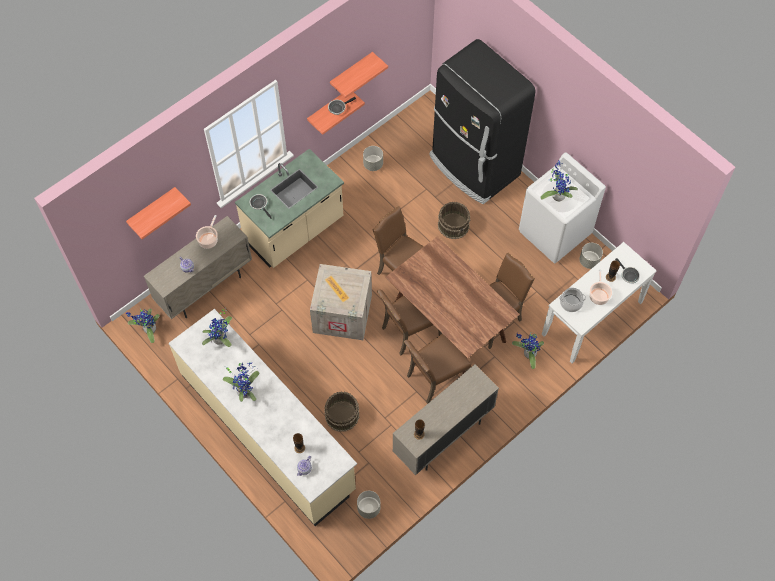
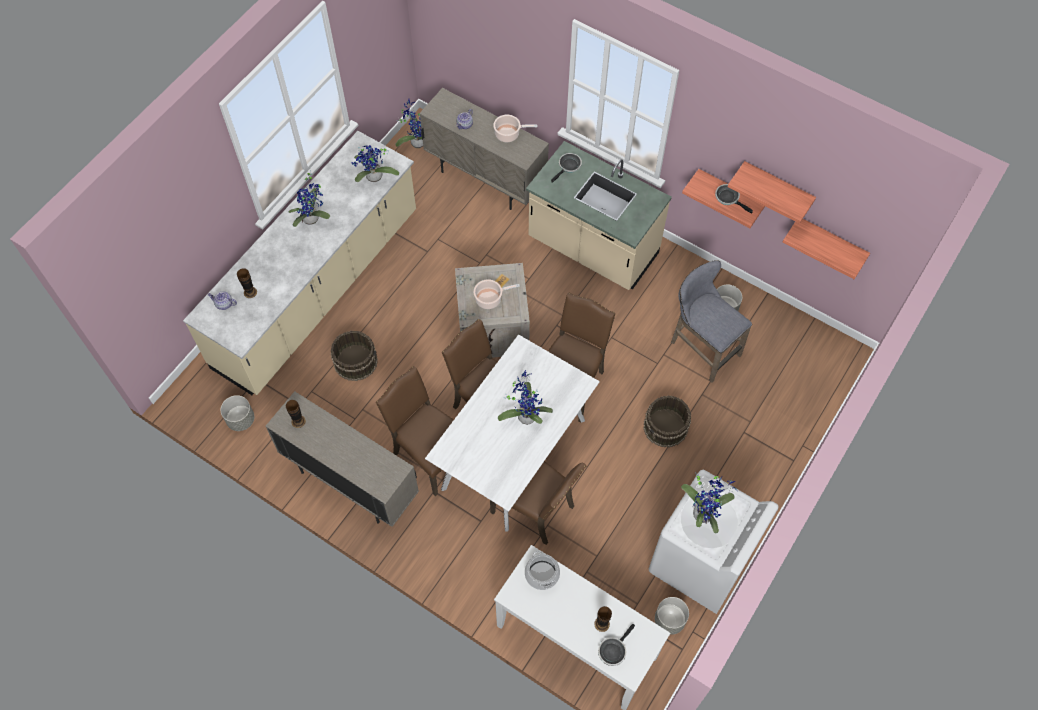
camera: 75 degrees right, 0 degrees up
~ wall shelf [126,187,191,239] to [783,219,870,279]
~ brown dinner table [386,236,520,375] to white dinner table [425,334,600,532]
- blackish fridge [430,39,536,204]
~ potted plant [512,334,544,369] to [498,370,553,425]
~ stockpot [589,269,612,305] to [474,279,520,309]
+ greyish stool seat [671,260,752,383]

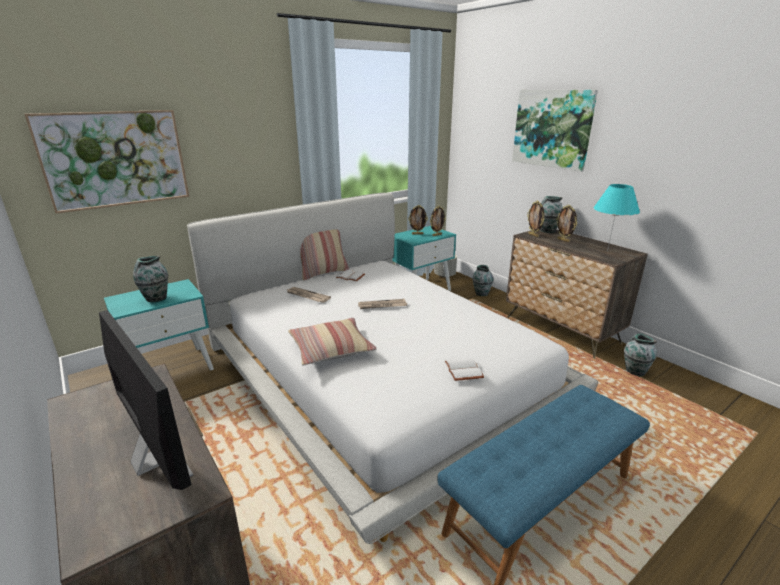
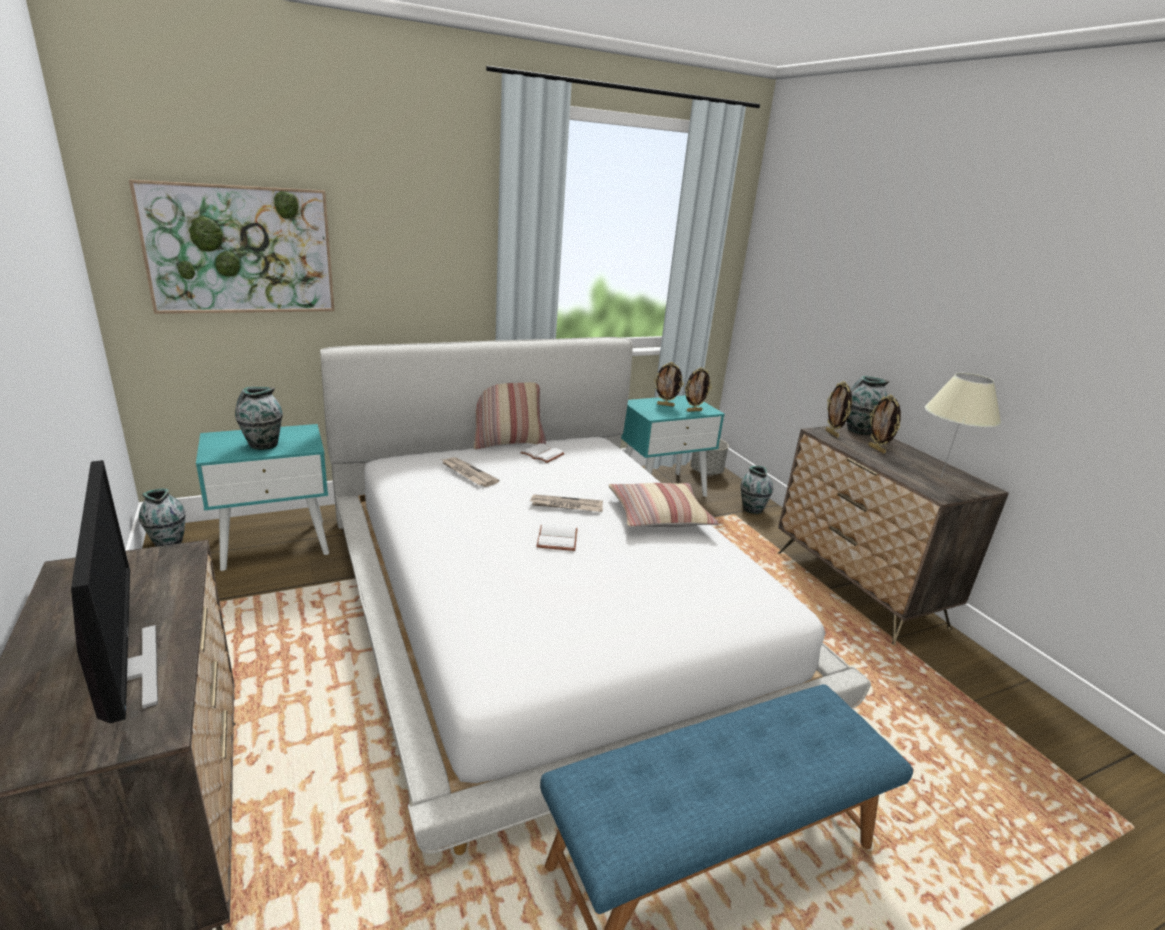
camera: 10 degrees right, 0 degrees up
~ cushion [288,318,376,366] to [609,483,719,527]
~ white bound book [445,358,484,381] to [536,524,578,551]
- picture [512,90,598,172]
~ blue-green table lamp [593,184,640,251] to sand-coloured table lamp [925,373,1001,478]
~ vase [624,333,657,377] to [139,488,186,547]

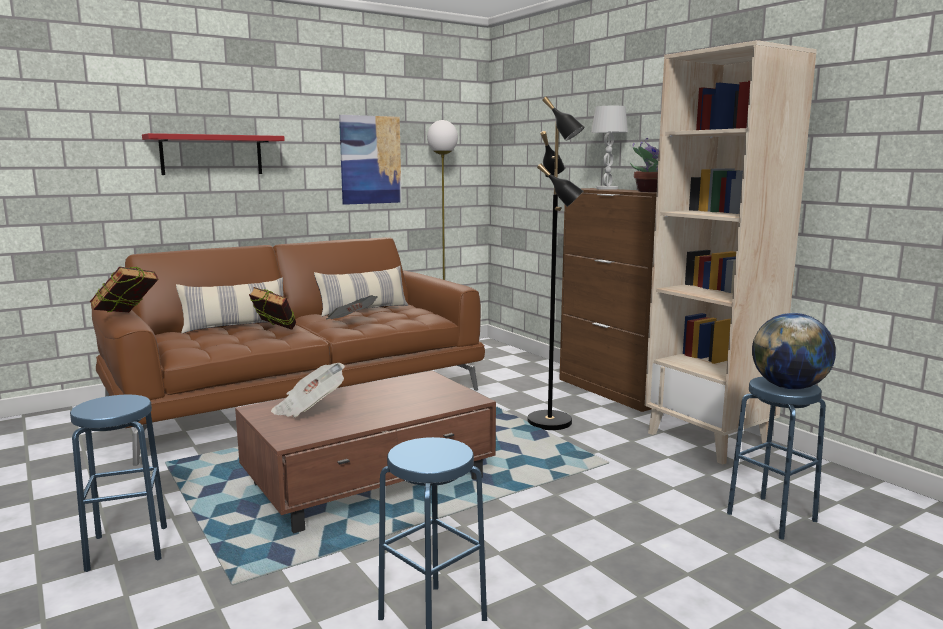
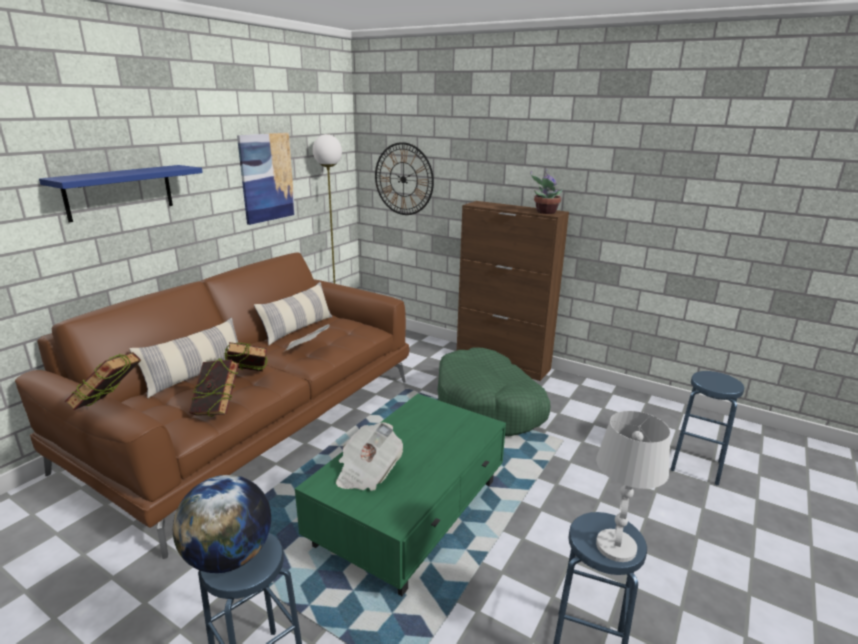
camera: 25 degrees left, 10 degrees up
~ red-coloured wall shelf [142,133,285,175] to blue wall shelf [39,165,203,222]
~ brown lounge table [235,371,496,534] to greenish lounge table [295,394,506,596]
~ blackish standing lamp [528,97,585,430] to greenish pet bed [437,347,550,436]
~ white table lamp [591,106,628,190] to [596,411,670,562]
- sand-coloured bookcase [645,40,817,465]
~ desk globe [752,313,836,389] to [173,475,271,573]
+ bound book [189,358,239,417]
+ clock on the wall [375,142,434,215]

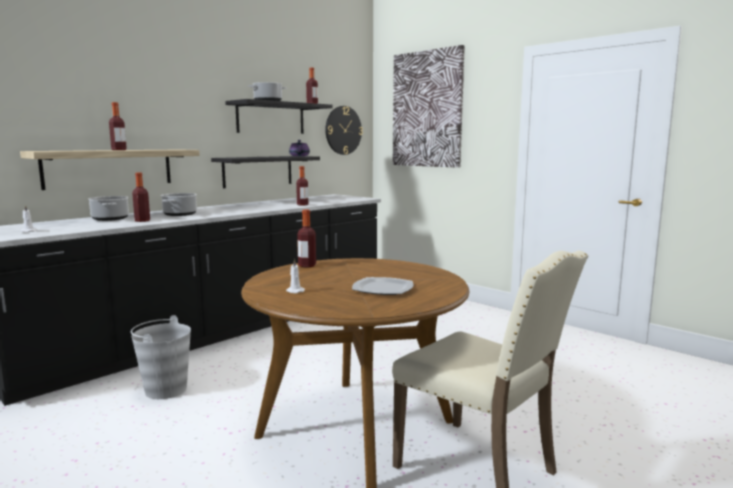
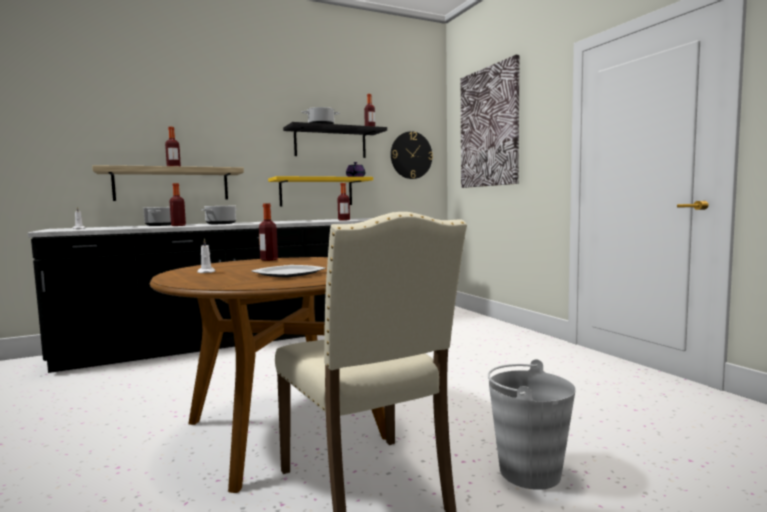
camera: 20 degrees right, 5 degrees down
~ greyish bucket [131,315,191,399] to [488,359,576,490]
~ blackish wall shelf [211,156,320,188] to yellow-coloured wall shelf [268,176,373,206]

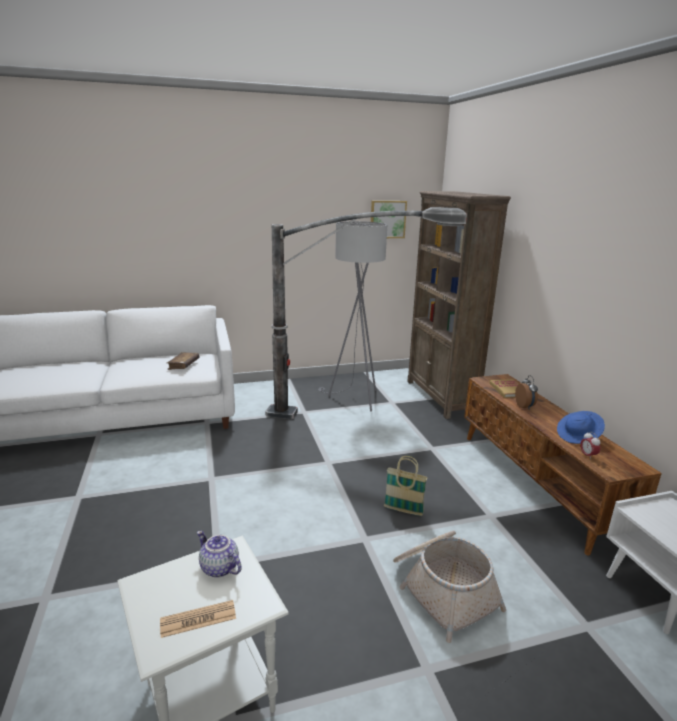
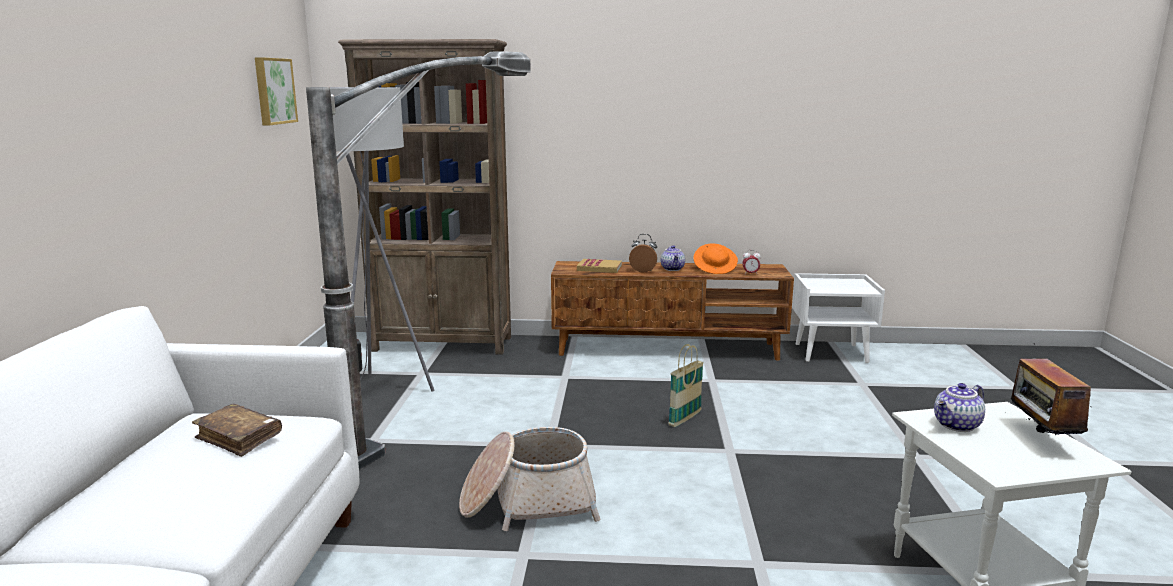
camera: 70 degrees left, 5 degrees down
~ printed paper [160,600,236,638] to radio receiver [1005,343,1091,435]
~ basket [393,531,506,643] to [459,427,601,531]
~ blue clothing hat [557,411,605,444] to orangey clothing hat [693,243,738,274]
+ teapot [661,245,685,271]

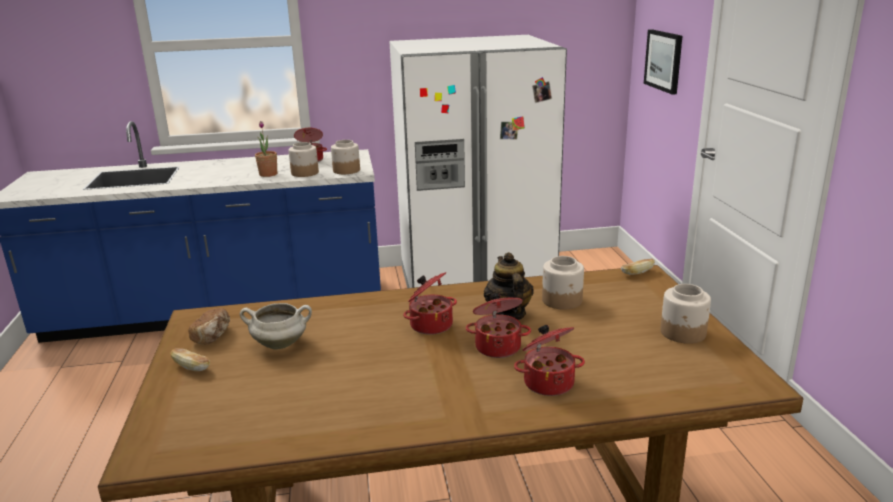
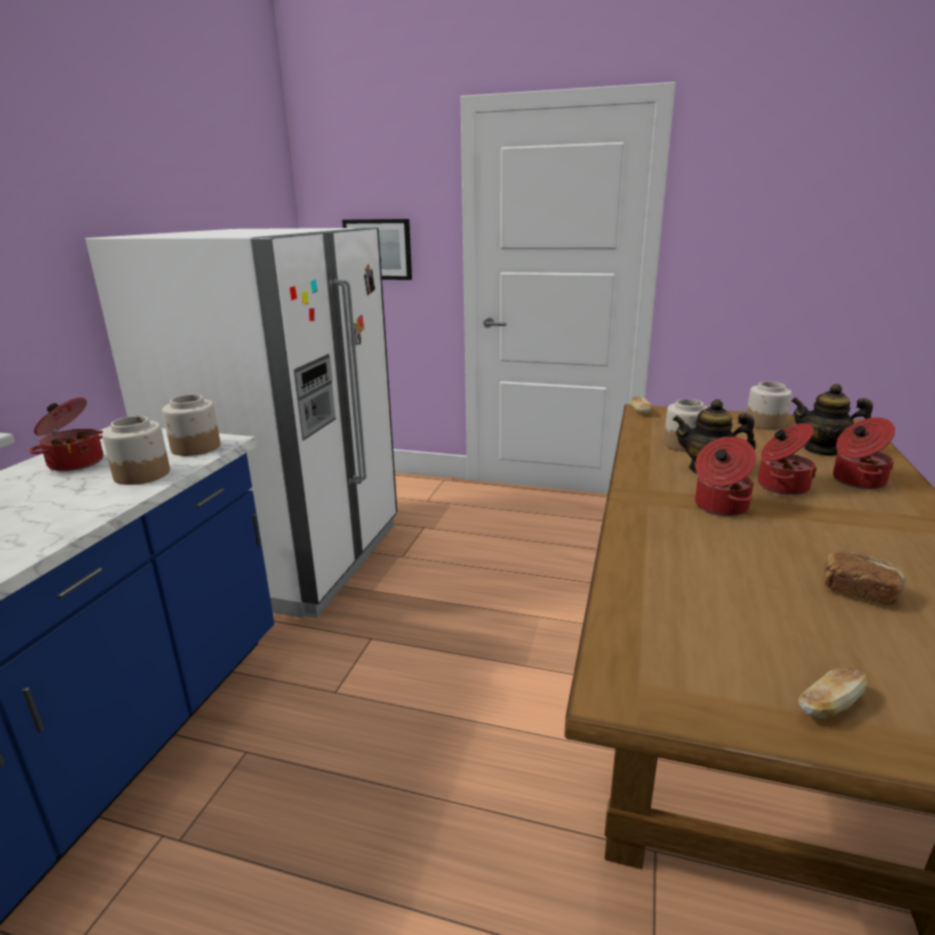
camera: 65 degrees left, 0 degrees up
~ baked bread [188,308,230,345] to [823,551,906,605]
- white stockpot [240,303,312,350]
- potted plant [255,121,277,177]
+ teapot [791,384,873,456]

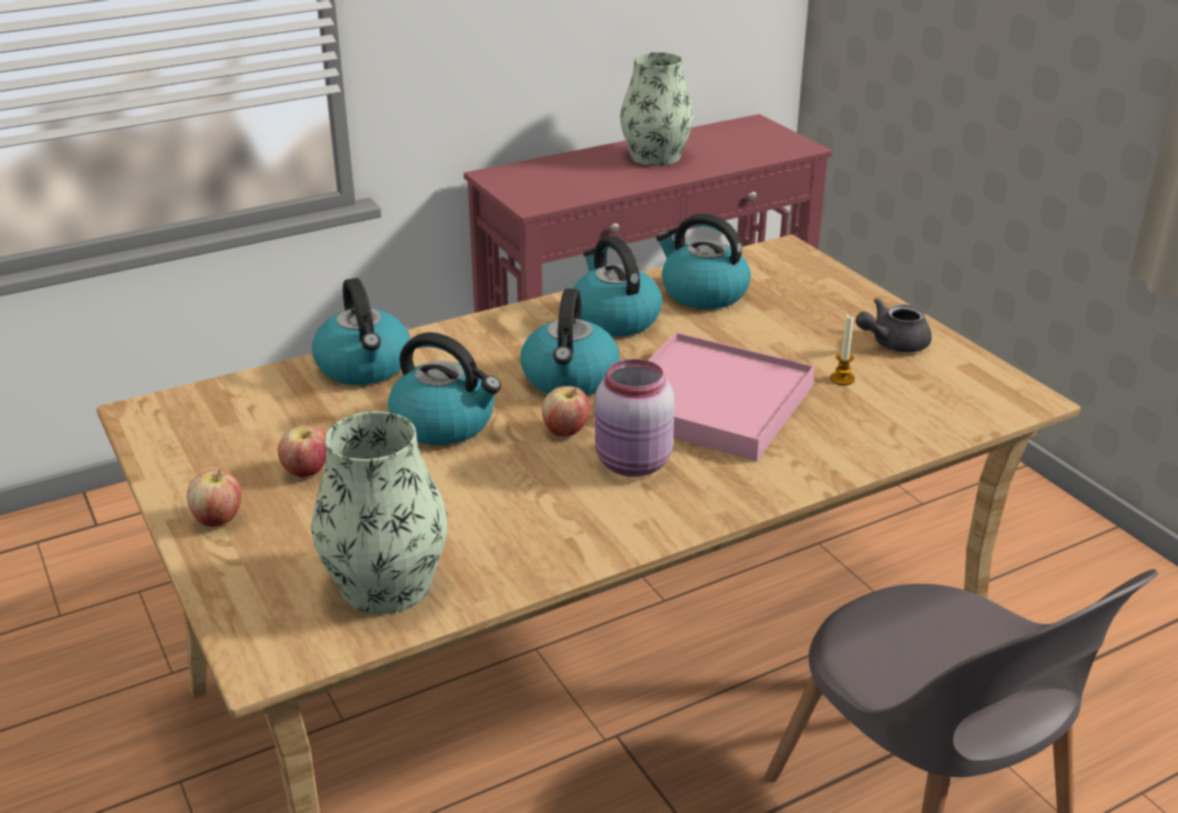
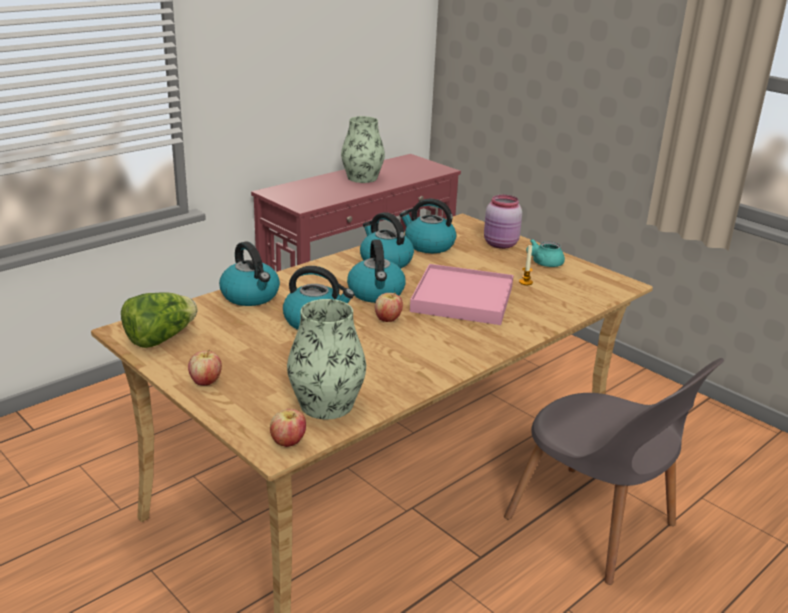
camera: 15 degrees left, 5 degrees down
~ whole apple [278,425,326,477] to [270,409,306,447]
~ pink-coloured jar [595,359,675,477] to [484,195,522,249]
~ greyish teapot [856,298,932,353] to blue-green teapot [526,239,565,267]
+ lettuce head [121,292,197,348]

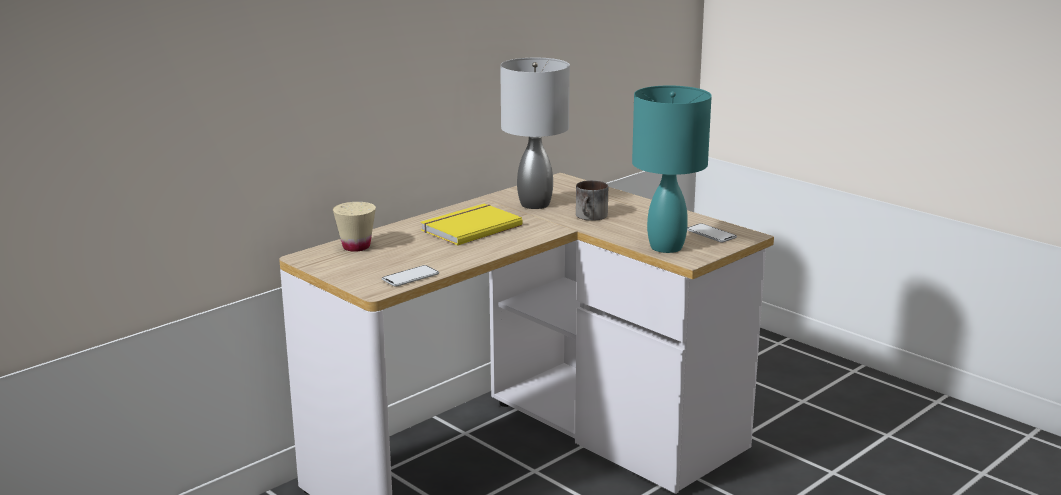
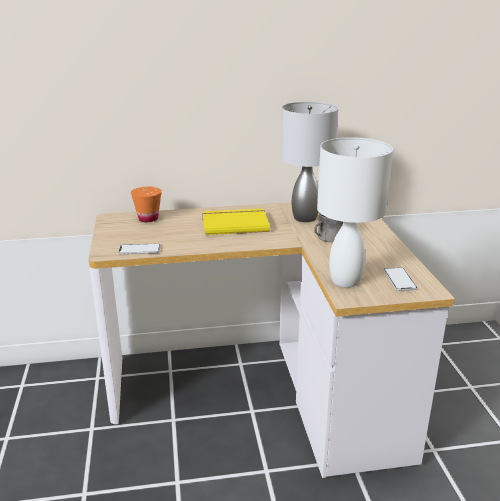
camera: 35 degrees right, 5 degrees up
~ sand-coloured drinking cup [333,202,376,252] to orangey drinking cup [131,187,162,222]
~ blue-green table lamp [632,85,712,253] to white table lamp [317,137,393,287]

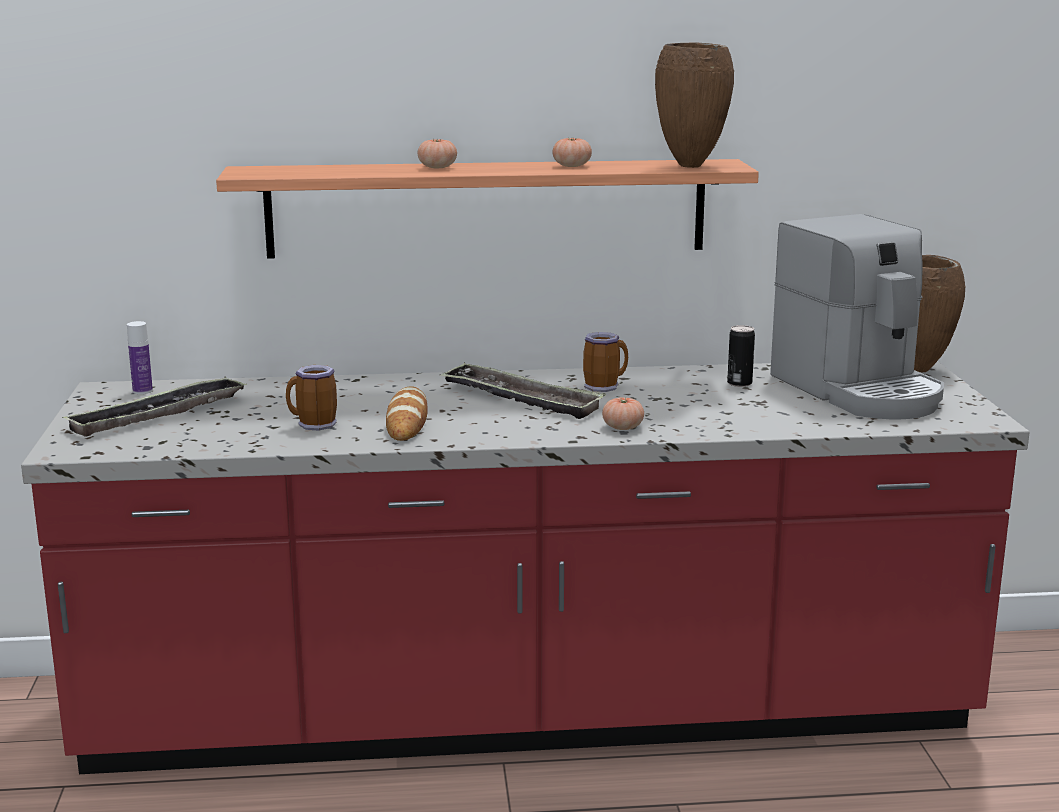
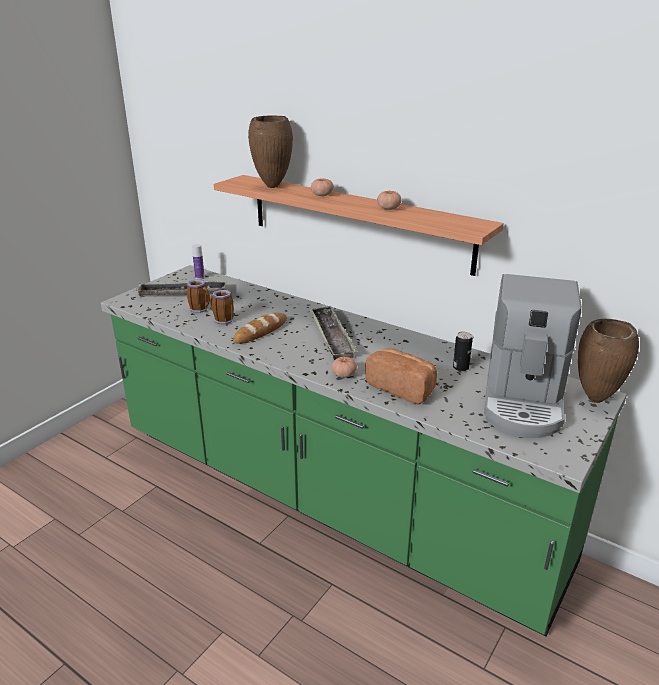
camera: 40 degrees right, 10 degrees up
~ red-coloured kitchen counter [21,361,1030,774] to greenish kitchen counter [101,265,627,637]
~ coffee mug [583,332,628,392] to [187,279,210,313]
~ brown vase [655,42,734,168] to [248,115,293,188]
+ baked bread [365,348,437,404]

